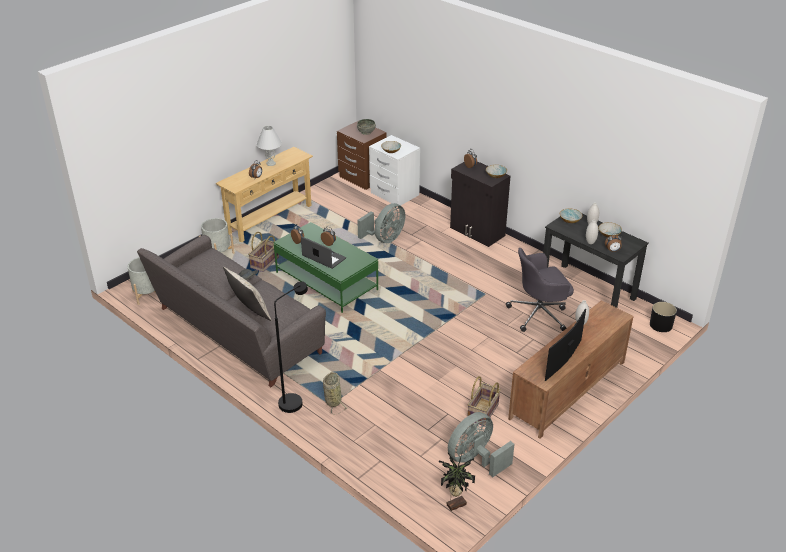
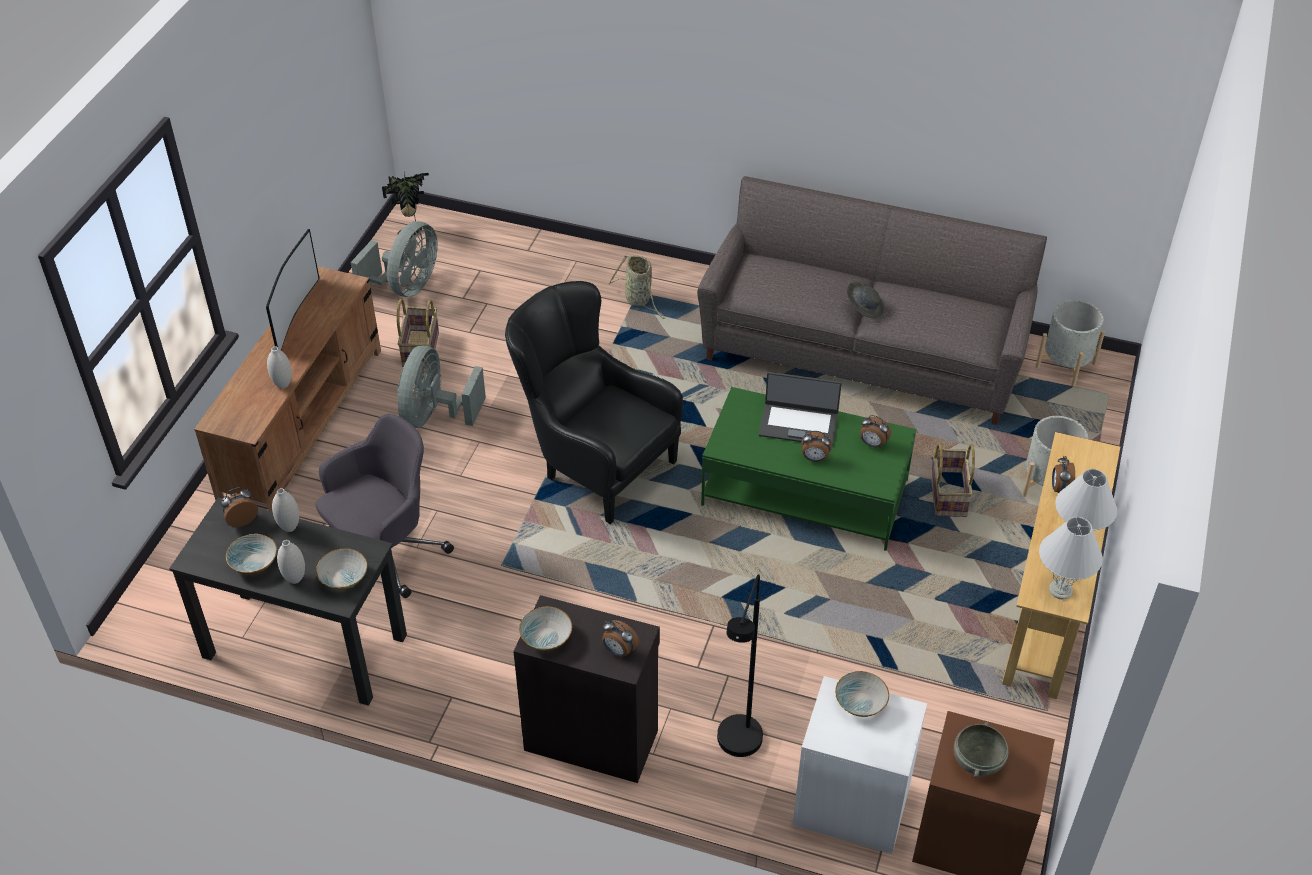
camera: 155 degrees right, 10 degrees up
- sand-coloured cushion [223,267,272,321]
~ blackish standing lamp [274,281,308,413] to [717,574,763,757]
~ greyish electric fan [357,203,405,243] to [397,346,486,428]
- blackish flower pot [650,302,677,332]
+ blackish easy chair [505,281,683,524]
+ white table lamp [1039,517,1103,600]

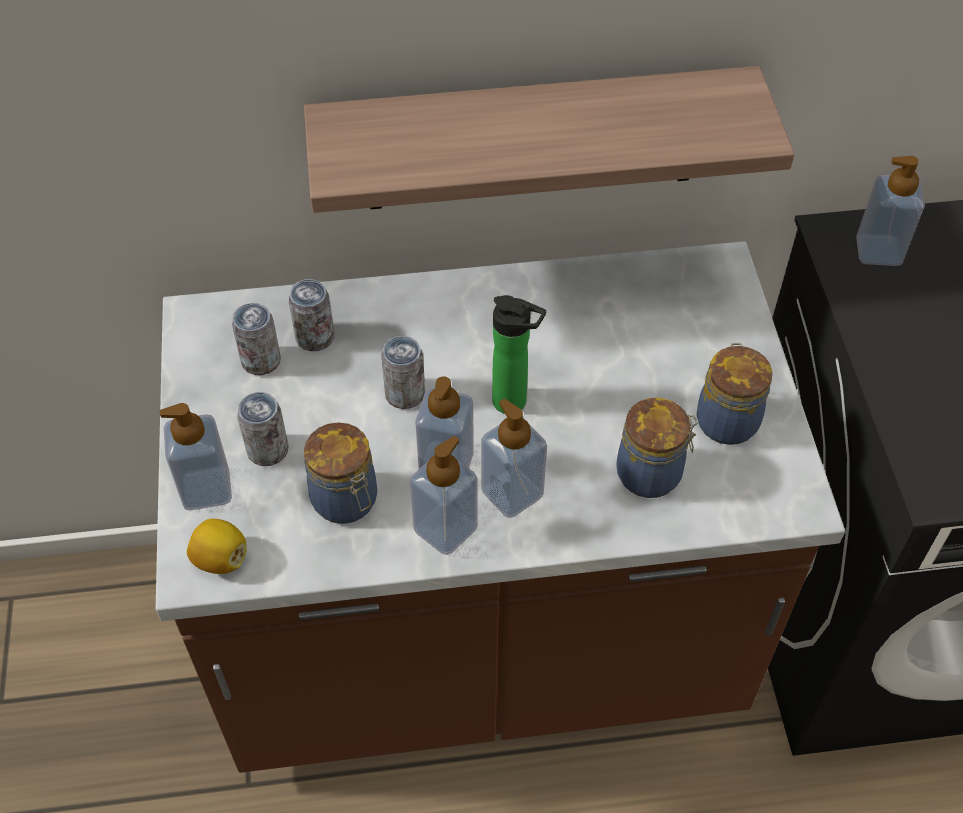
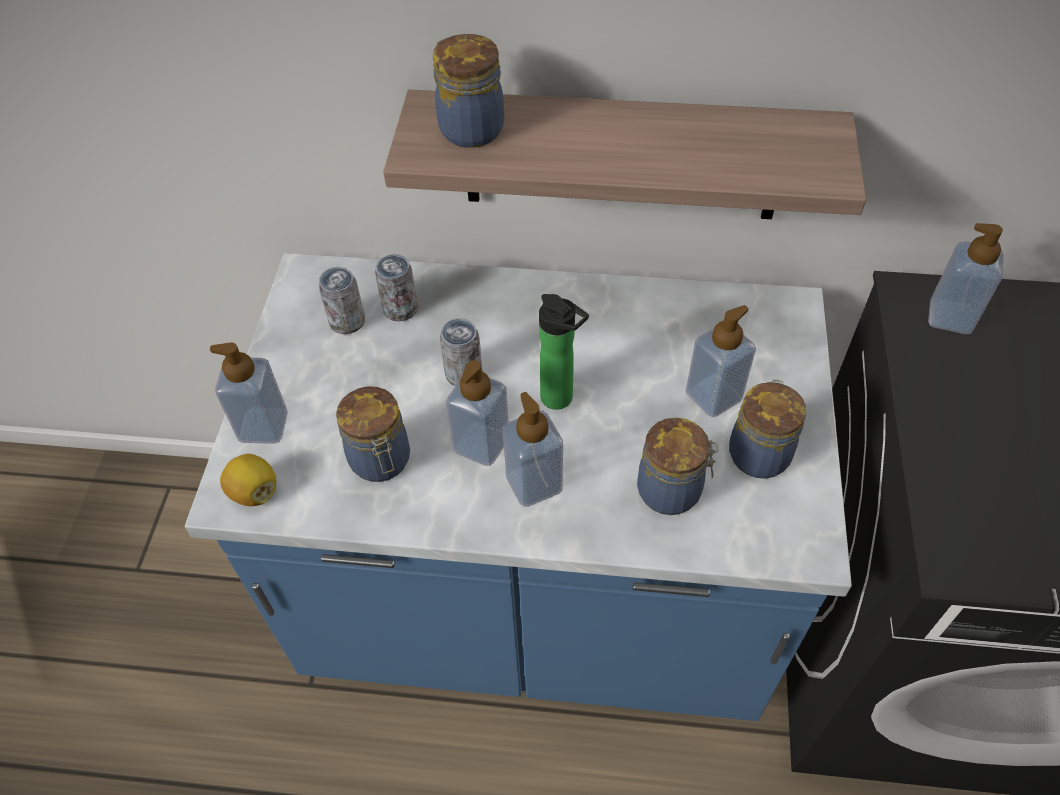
camera: 15 degrees right, 0 degrees up
~ brown kitchen counter [156,241,845,773] to blue kitchen counter [185,253,852,721]
- metal can [237,392,289,466]
~ soap bottle [410,436,478,555] to [686,305,756,417]
+ jar [433,34,504,148]

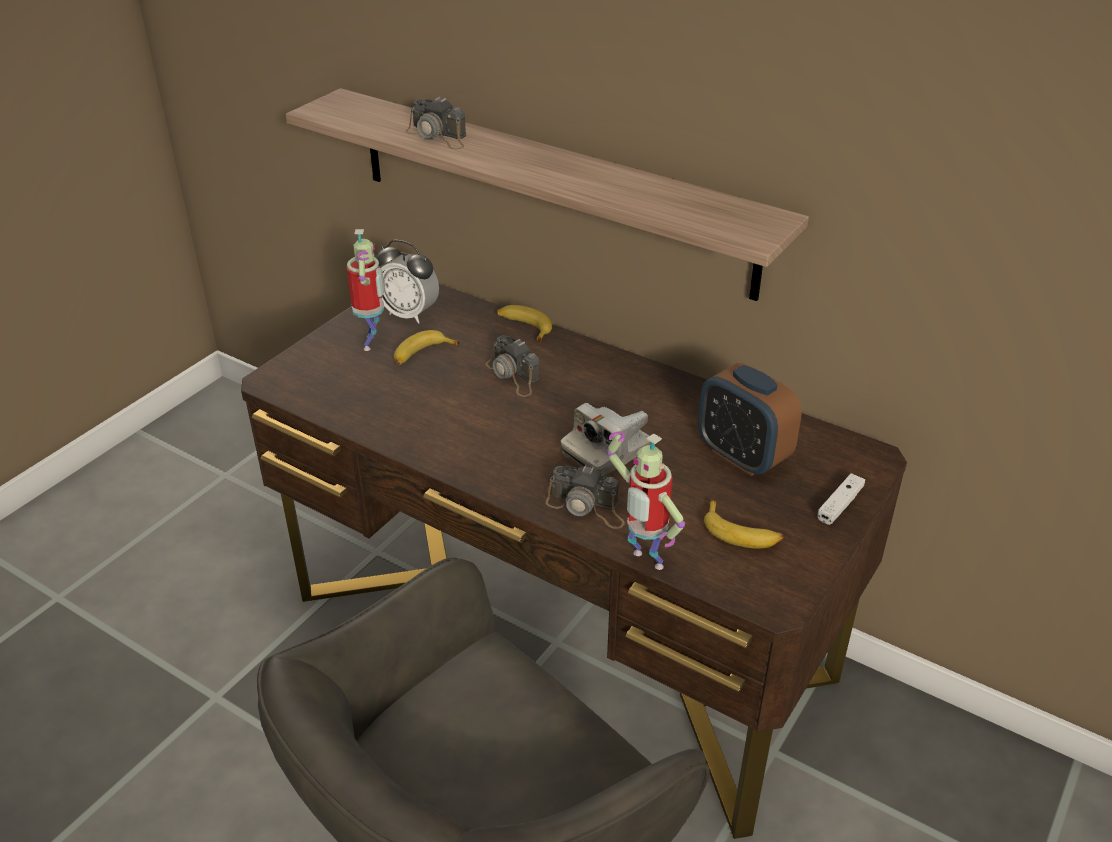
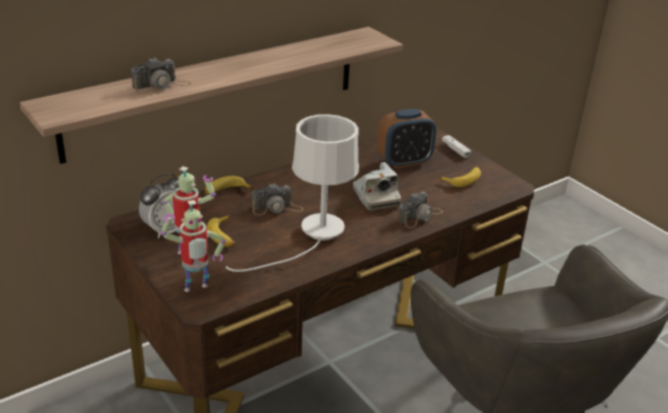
camera: 70 degrees left, 5 degrees down
~ robot figure [607,432,685,570] to [161,200,226,292]
+ white table lamp [226,114,359,272]

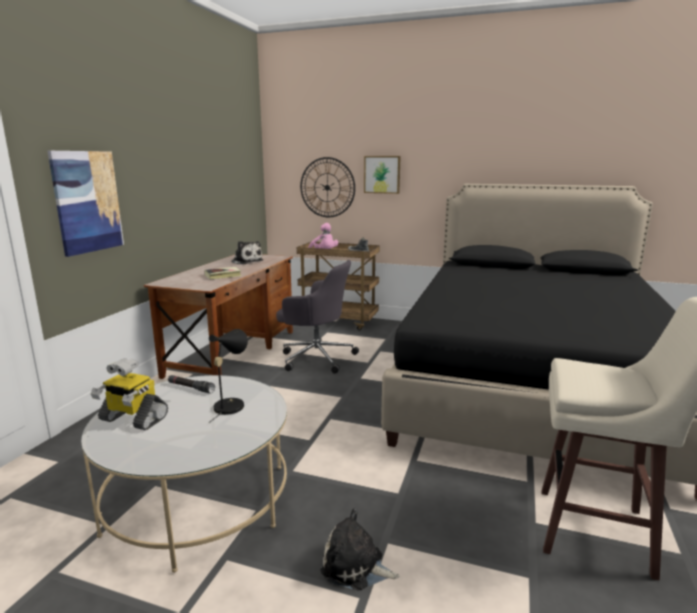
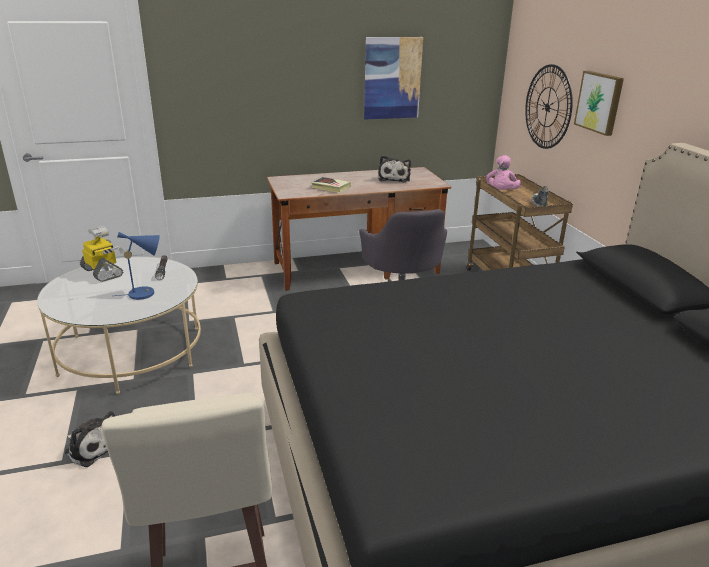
camera: 55 degrees right, 10 degrees up
~ picture [48,151,124,257] to [364,37,423,119]
~ robot figure [90,358,168,430] = [80,226,124,282] 150 degrees clockwise
~ blackish table lamp [209,329,248,423] to blue table lamp [115,232,160,300]
~ cuddly toy [321,509,399,590] = [65,411,115,467] 135 degrees clockwise

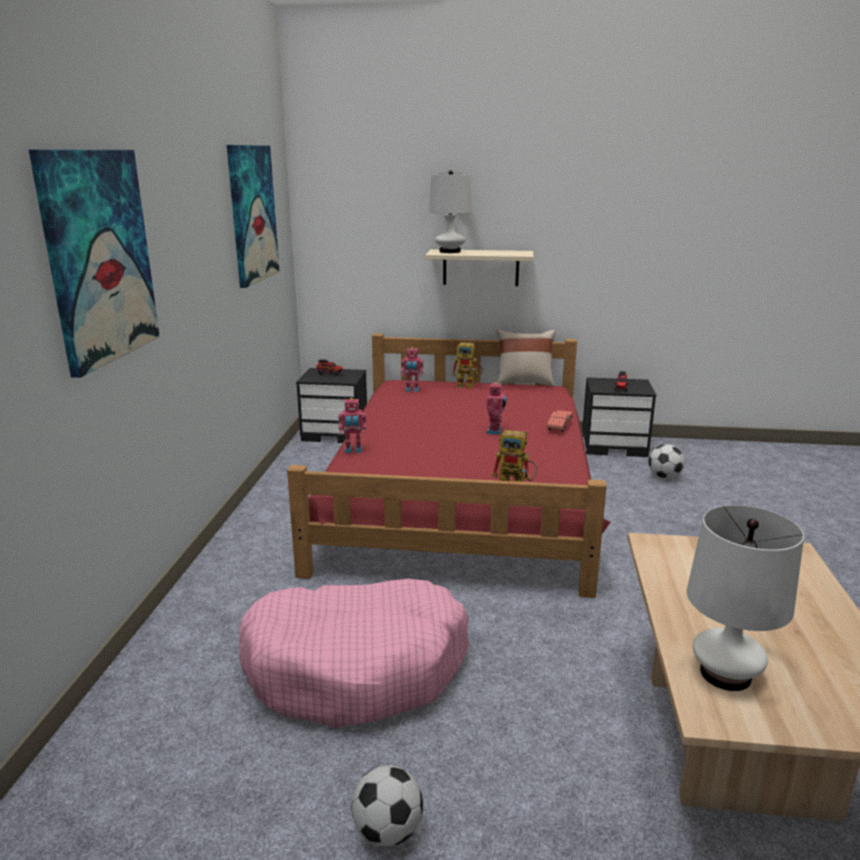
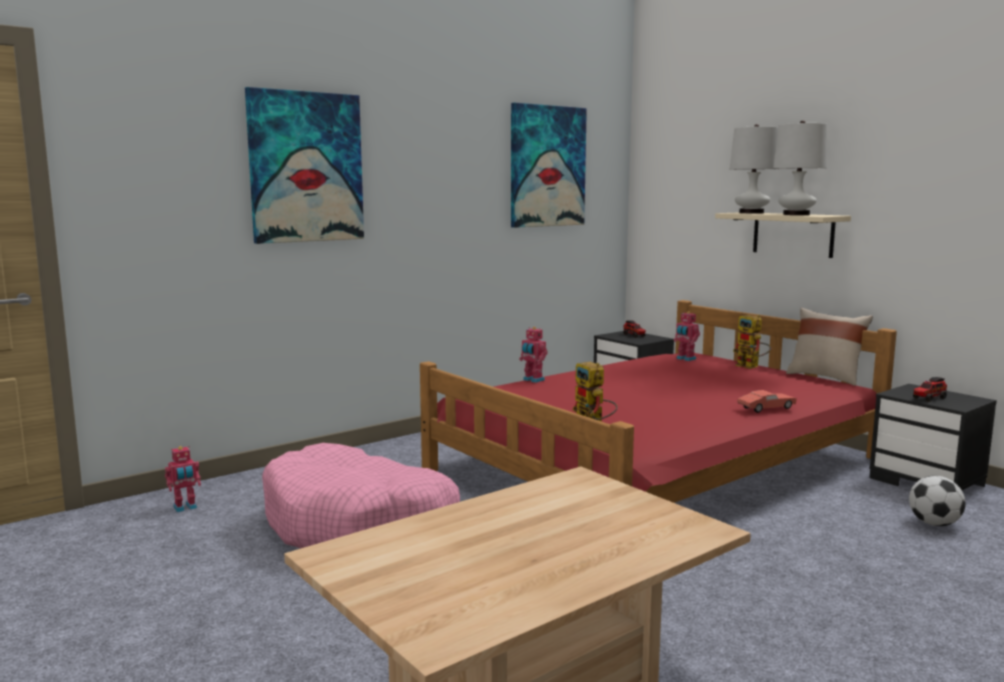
camera: 45 degrees right, 10 degrees down
- ball for football [352,765,423,847]
~ robot figure [486,381,507,435] to [165,446,201,512]
~ white table lamp [687,505,804,691] to [773,121,827,215]

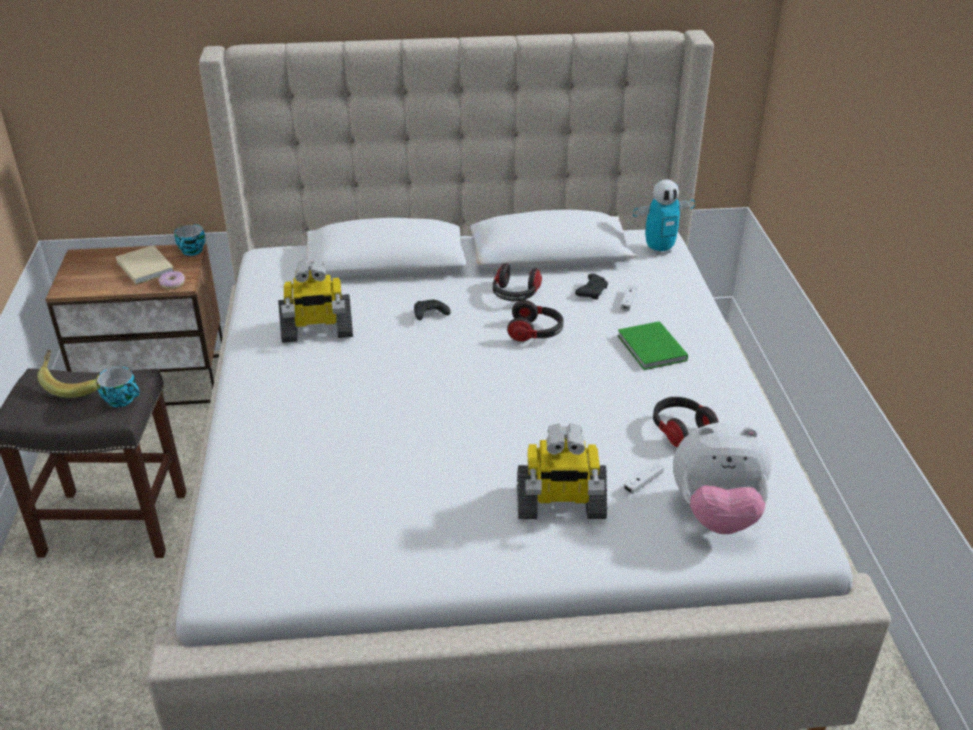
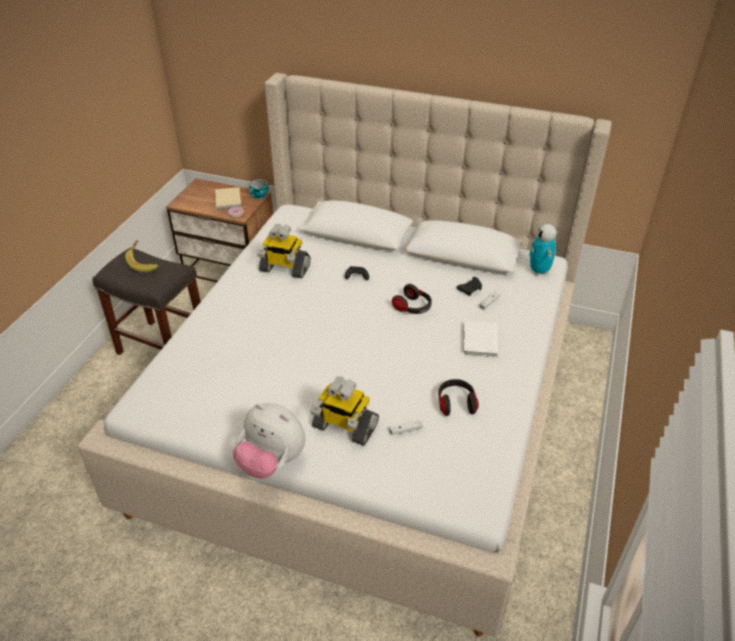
camera: 25 degrees right, 5 degrees up
- drinking cup [96,367,140,407]
- headphones [493,263,542,301]
~ greenish bound book [617,321,688,370] to white bound book [463,321,498,357]
~ robot figure [633,179,695,255] = [529,224,557,275] 75 degrees clockwise
~ cuddly toy [673,422,771,534] to [233,403,305,479]

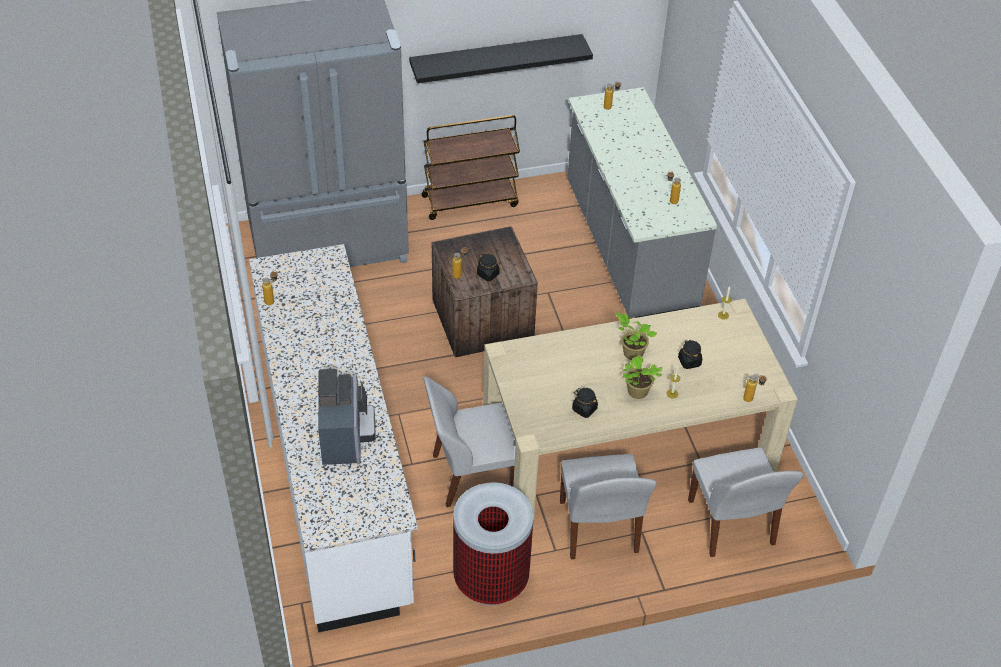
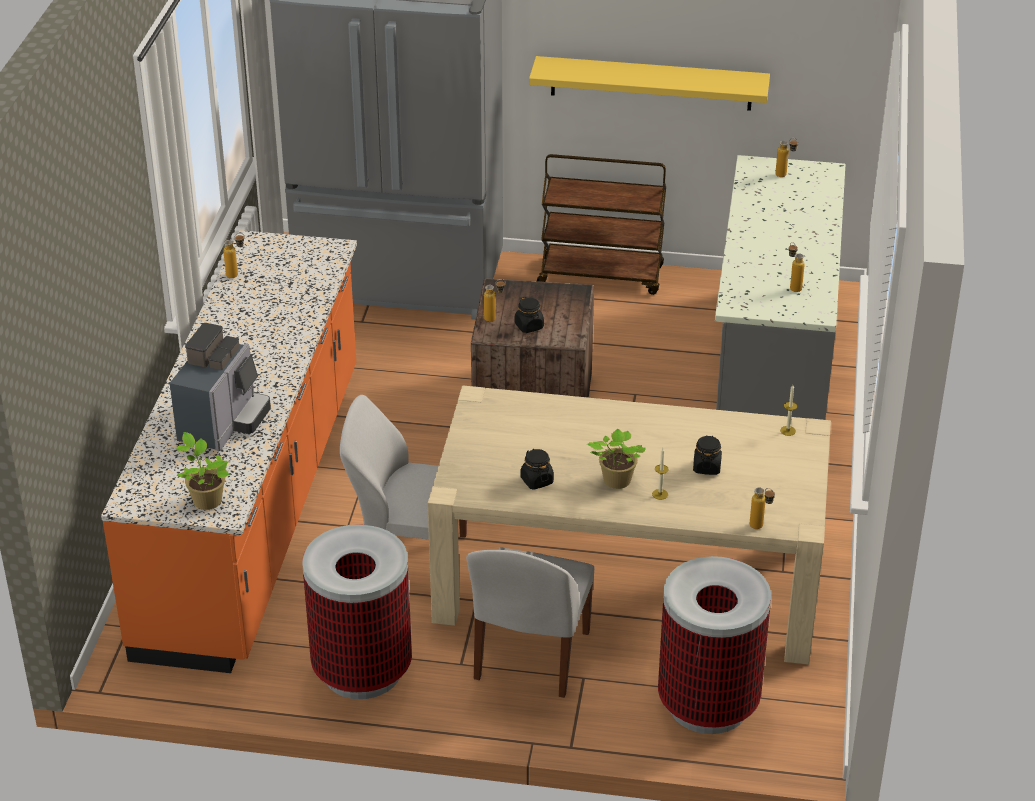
camera: 25 degrees right, 10 degrees down
~ white kitchen counter [249,244,418,633] to orangey kitchen counter [101,230,357,673]
~ blackish wall shelf [409,34,593,83] to yellow-coloured wall shelf [529,56,770,111]
~ potted plant [616,313,657,360] to [176,432,230,510]
~ white plain chair [688,448,804,557] to rubbish bin [658,556,771,734]

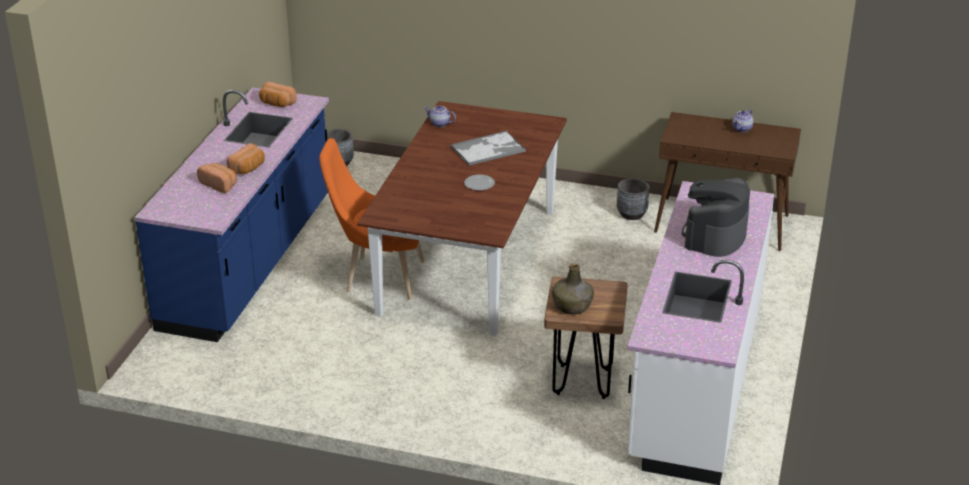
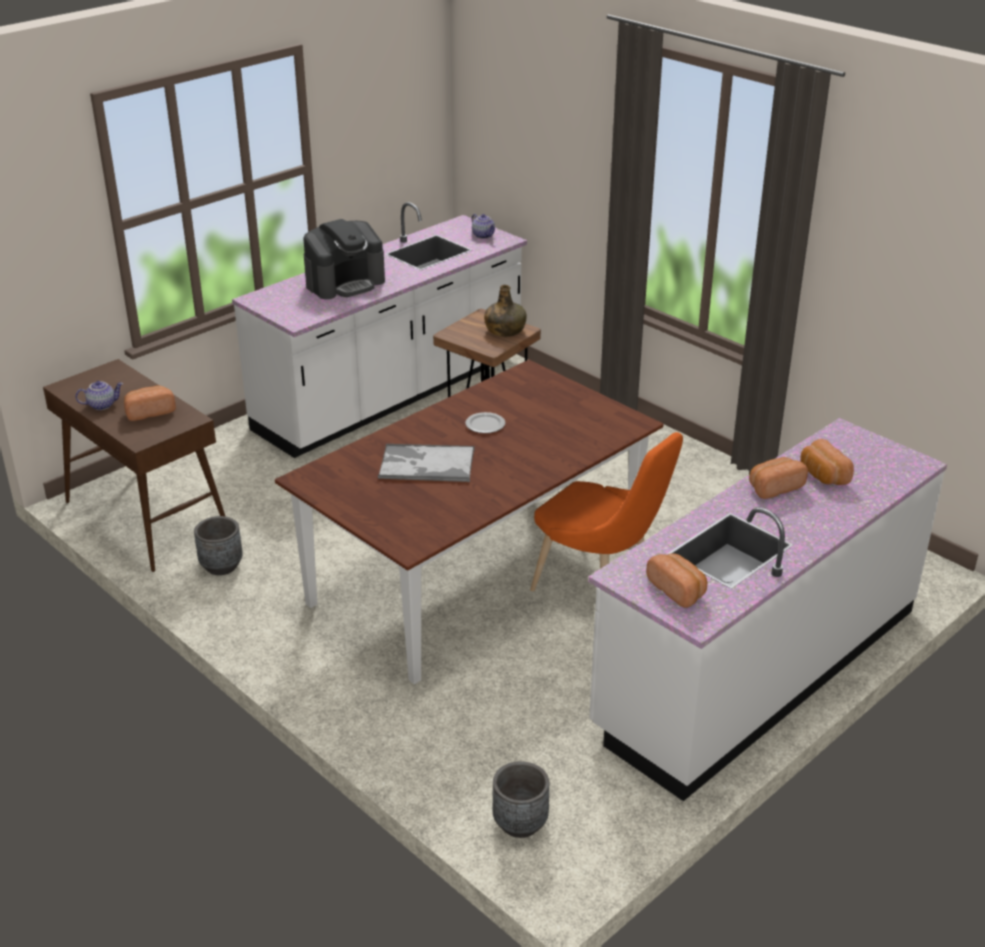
camera: 150 degrees left, 0 degrees up
~ blue kitchen counter [134,87,329,342] to white kitchen counter [588,418,947,801]
~ teapot [424,105,456,127] to [472,214,495,239]
+ baked bread [124,386,176,421]

